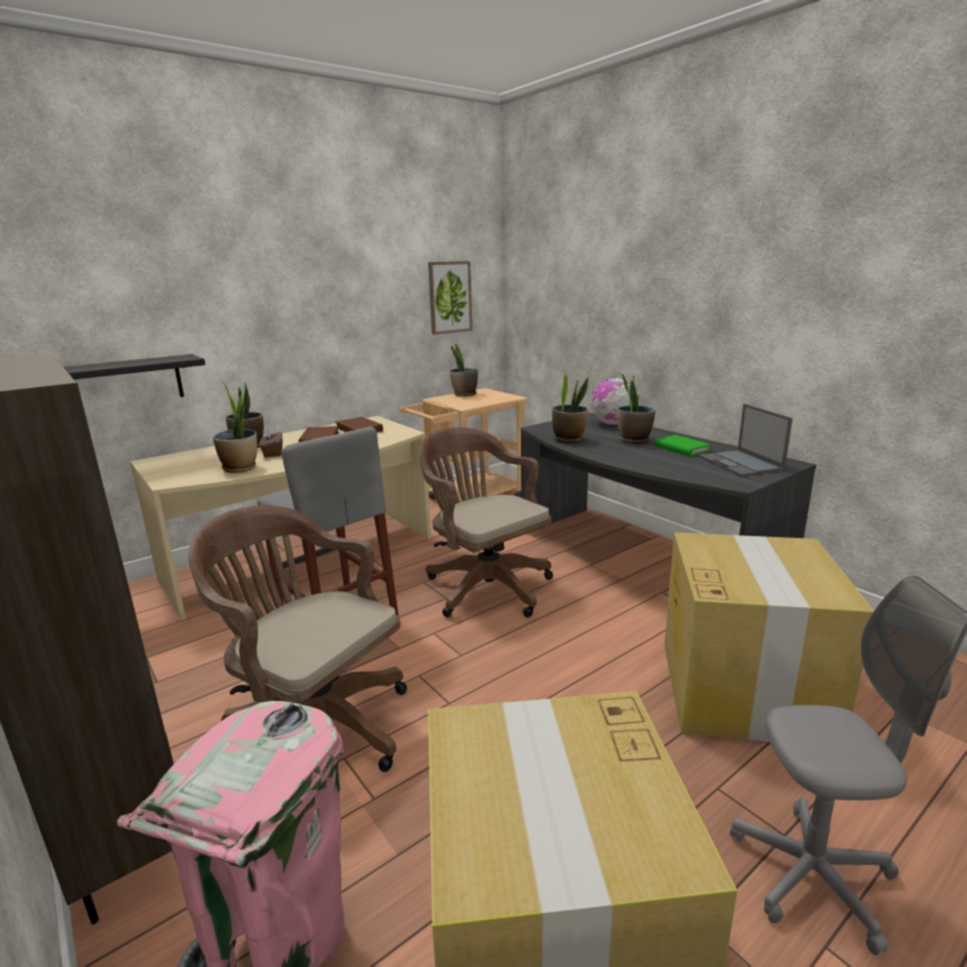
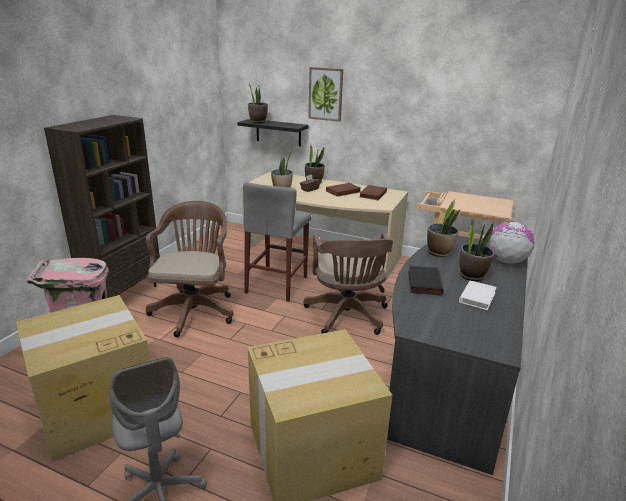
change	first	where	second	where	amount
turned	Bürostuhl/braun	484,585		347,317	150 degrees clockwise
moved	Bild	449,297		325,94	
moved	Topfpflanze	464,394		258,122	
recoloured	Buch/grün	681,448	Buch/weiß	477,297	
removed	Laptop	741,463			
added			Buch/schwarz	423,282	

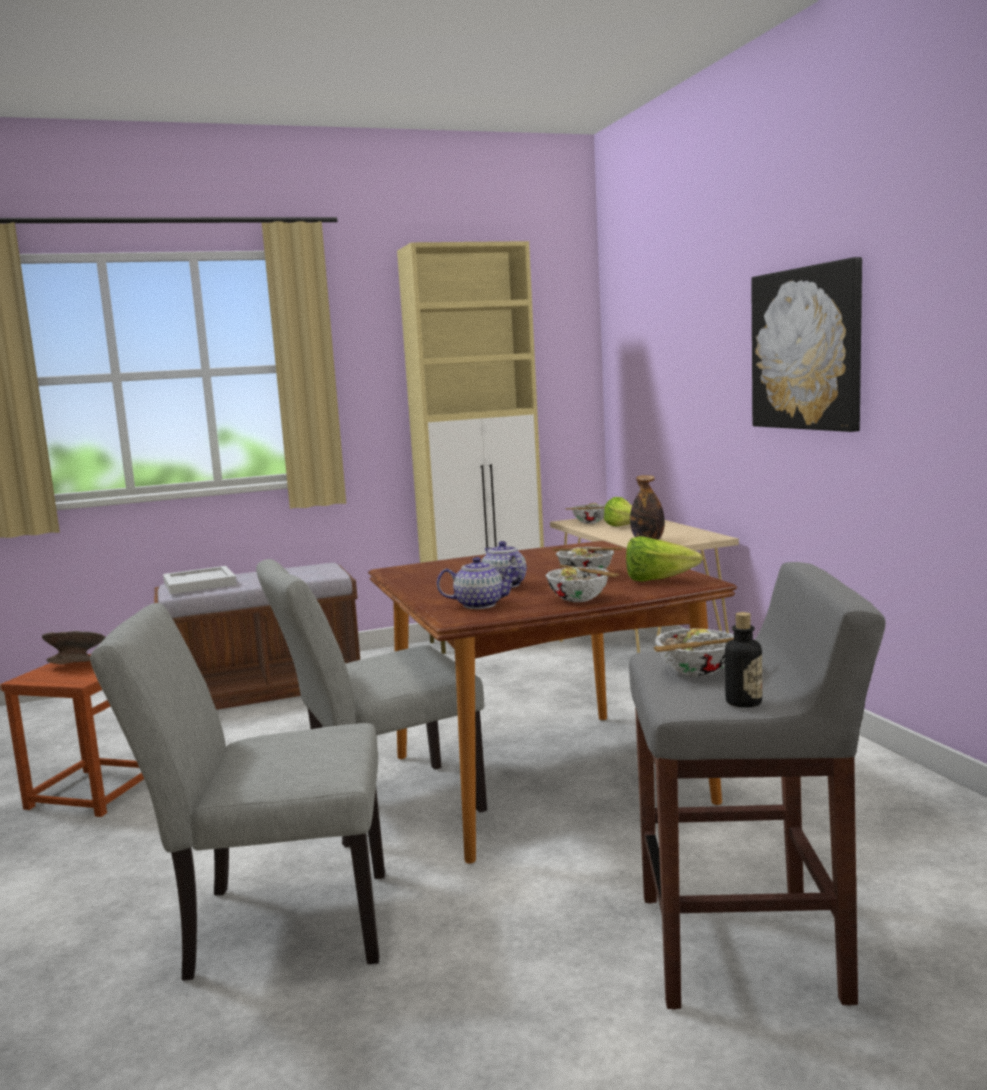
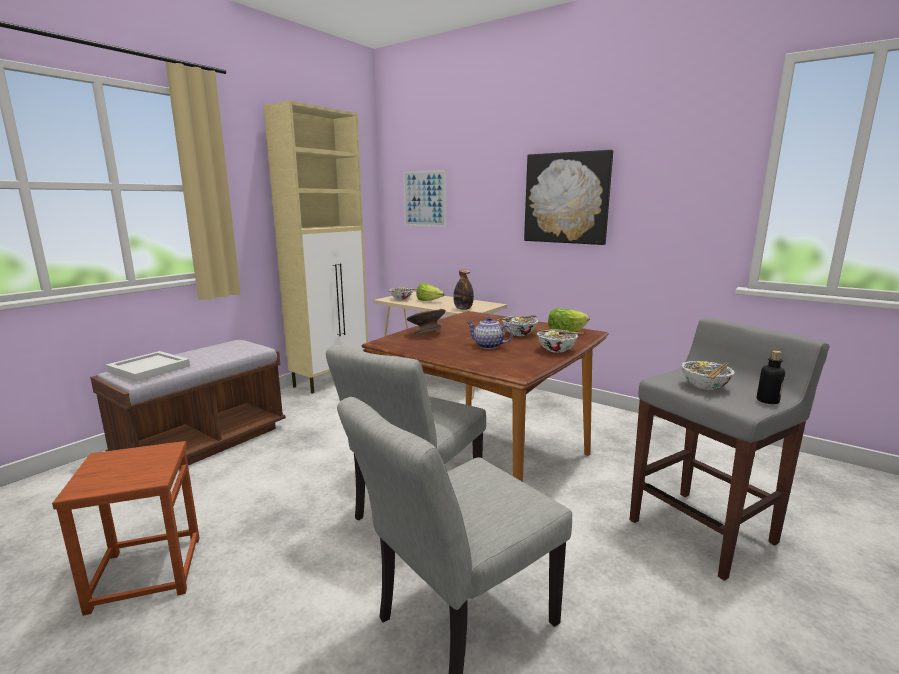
change	first	where	second	where	amount
moved	Schüssel/grau	76,664		426,333	
removed	Teekanne	479,604			
added			Bild	424,198	

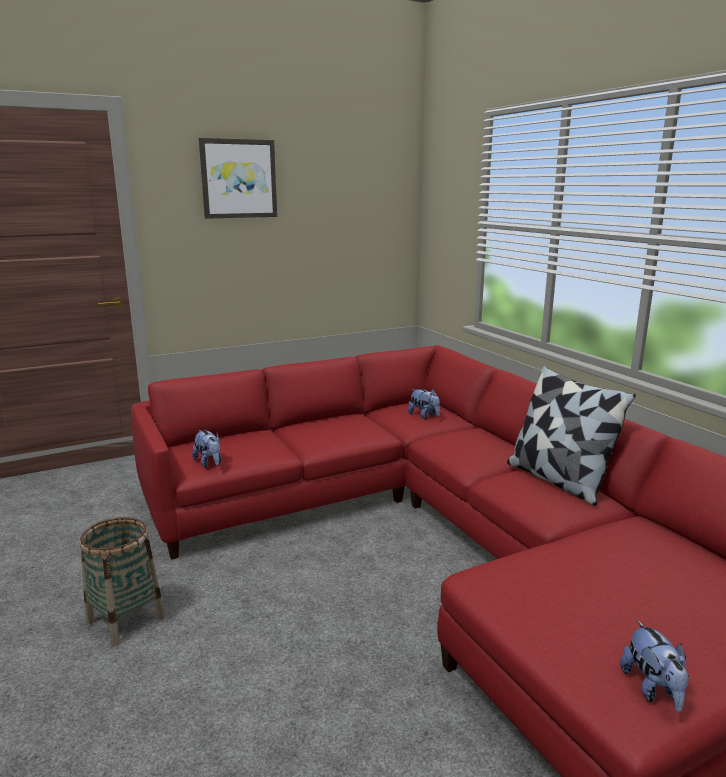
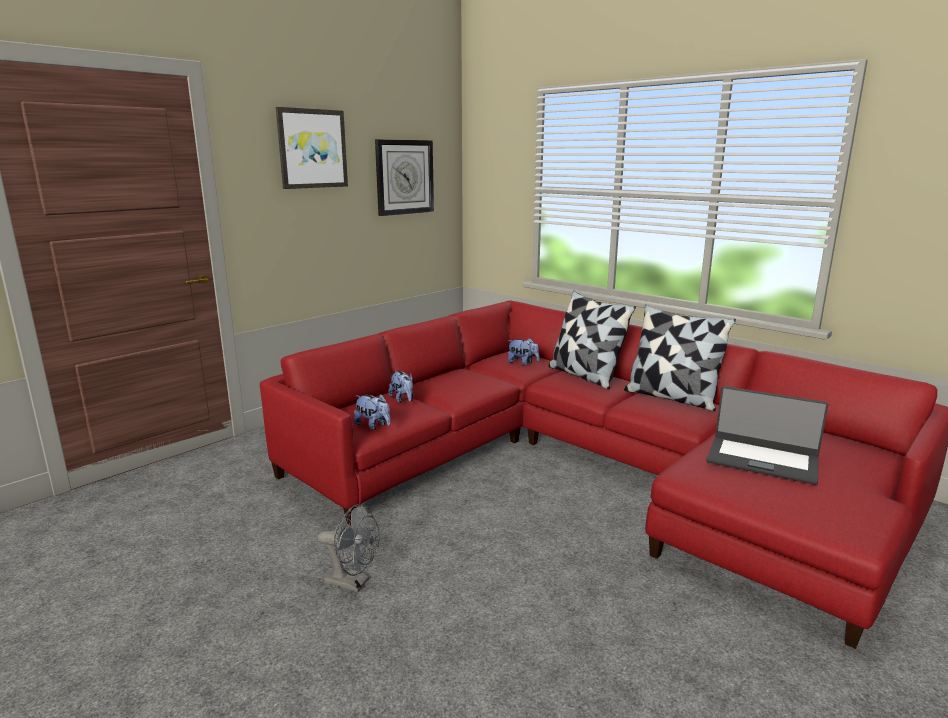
change	first	where	second	where	amount
replaced	Korb	125,619	Ventilator/grau	353,582	
moved	Plüschtier	653,689		403,400	
added			Wanduhr	404,177	
added			Kissen	585,375	
added			Laptop	762,460	

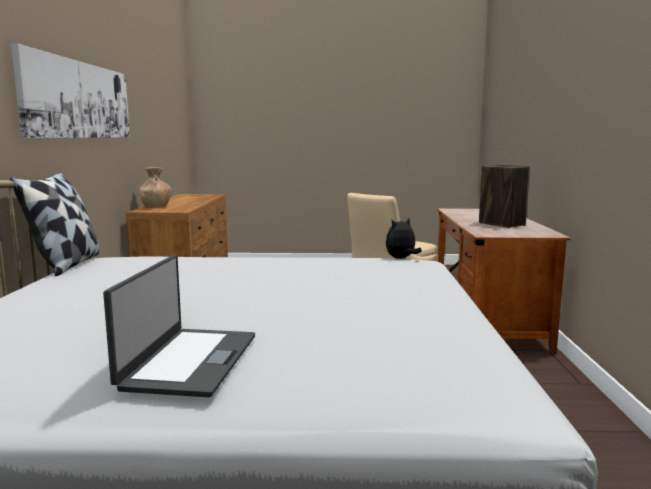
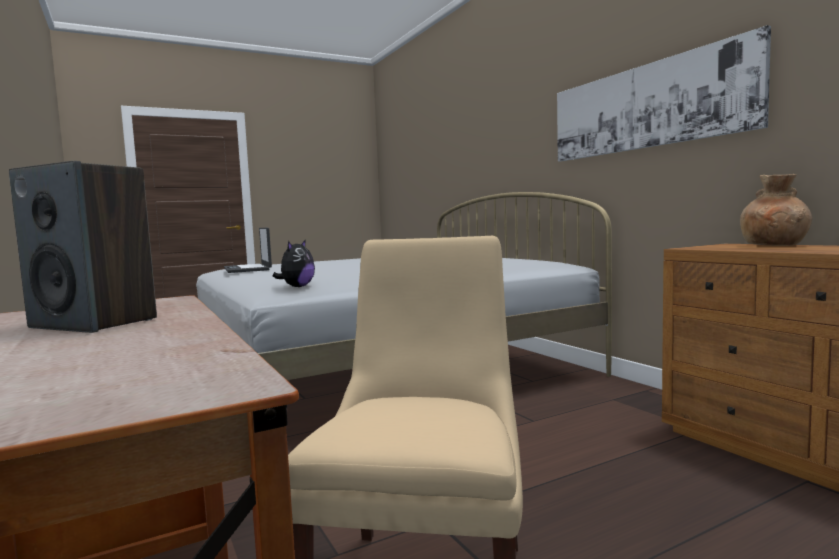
change	first	where	second	where	amount
removed	Kissen	67,265			
moved	Laptop	189,361		248,269	

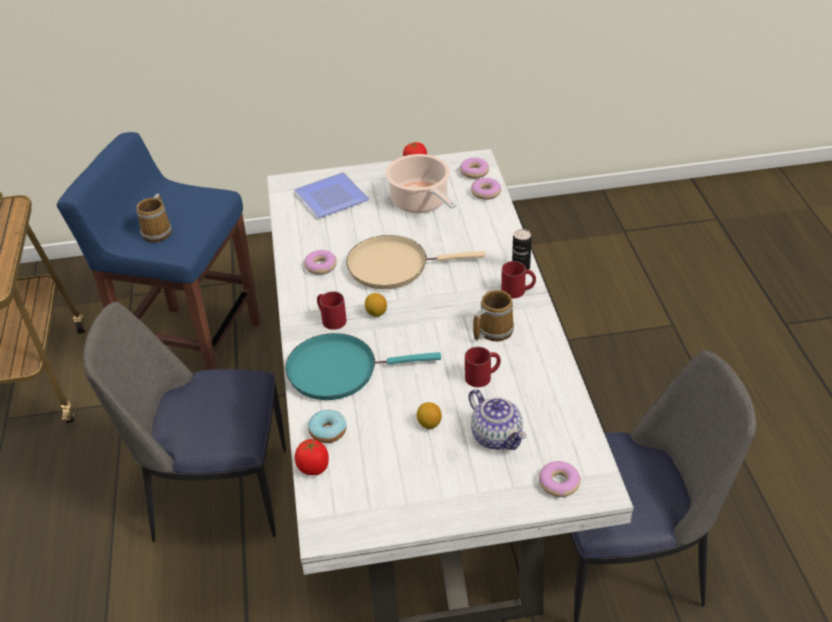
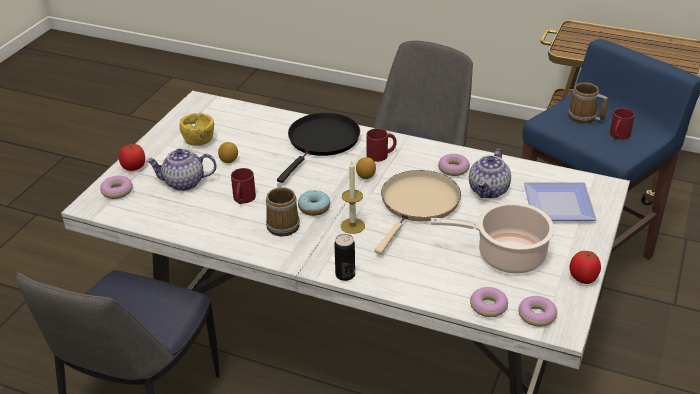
change	first	where	second	where	amount
recoloured	Pfanne/türkis	338,370	Pfanne/schwarz	322,142	
moved	Tomate	314,468		134,167	
moved	Donut	328,431		314,208	
moved	Henkelbecher/rot	518,290		618,136	
added			Schüssel/gelb	199,141	
added			Kerze	352,226	
added			Teekanne	489,190	

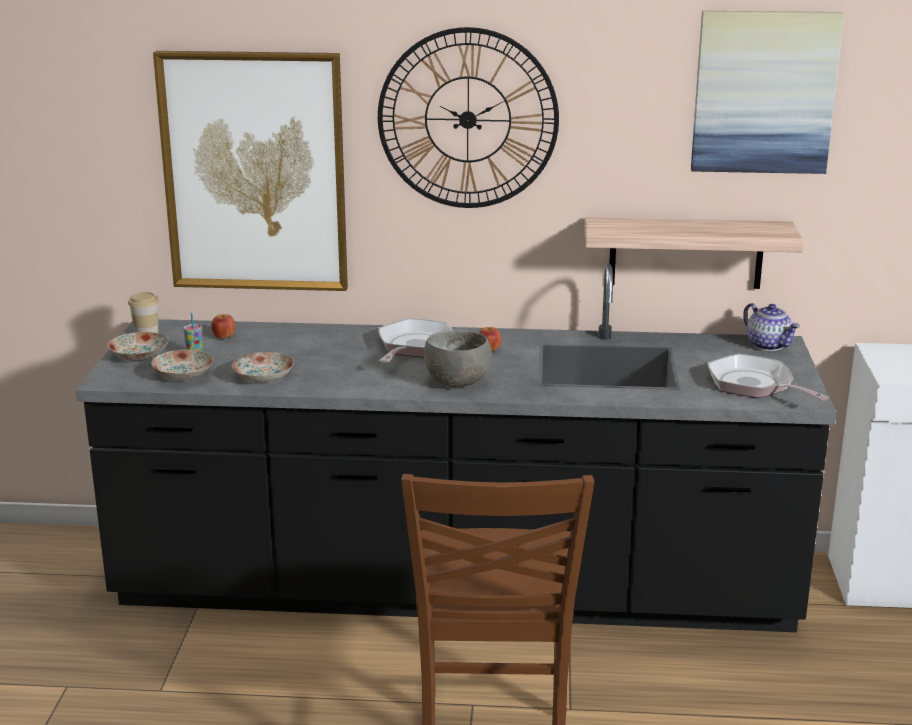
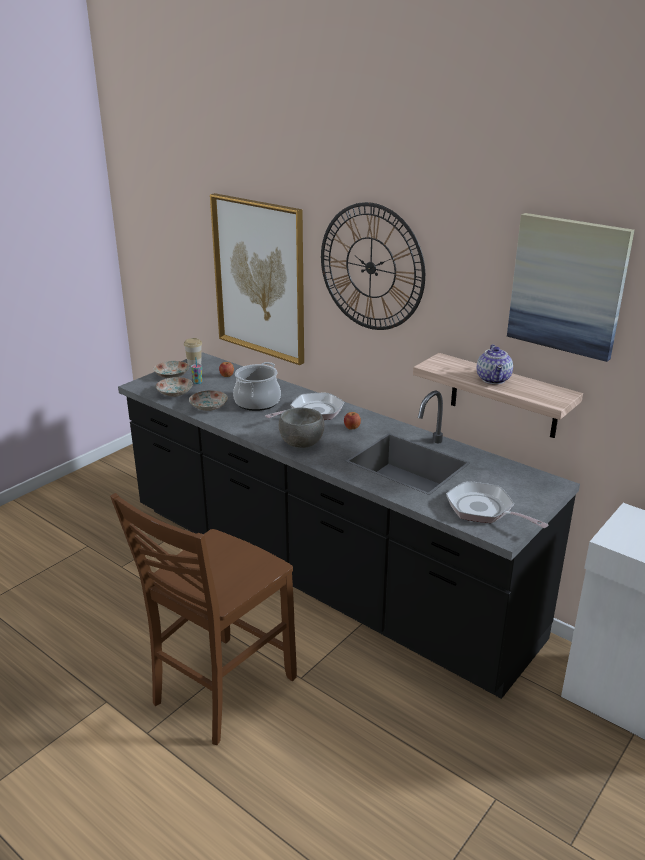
change	first	where	second	where	amount
turned	Pfanne	754,385		484,510	45 degrees counterclockwise
moved	Teekanne	769,345		494,379	
added			Kochtopf	257,402	

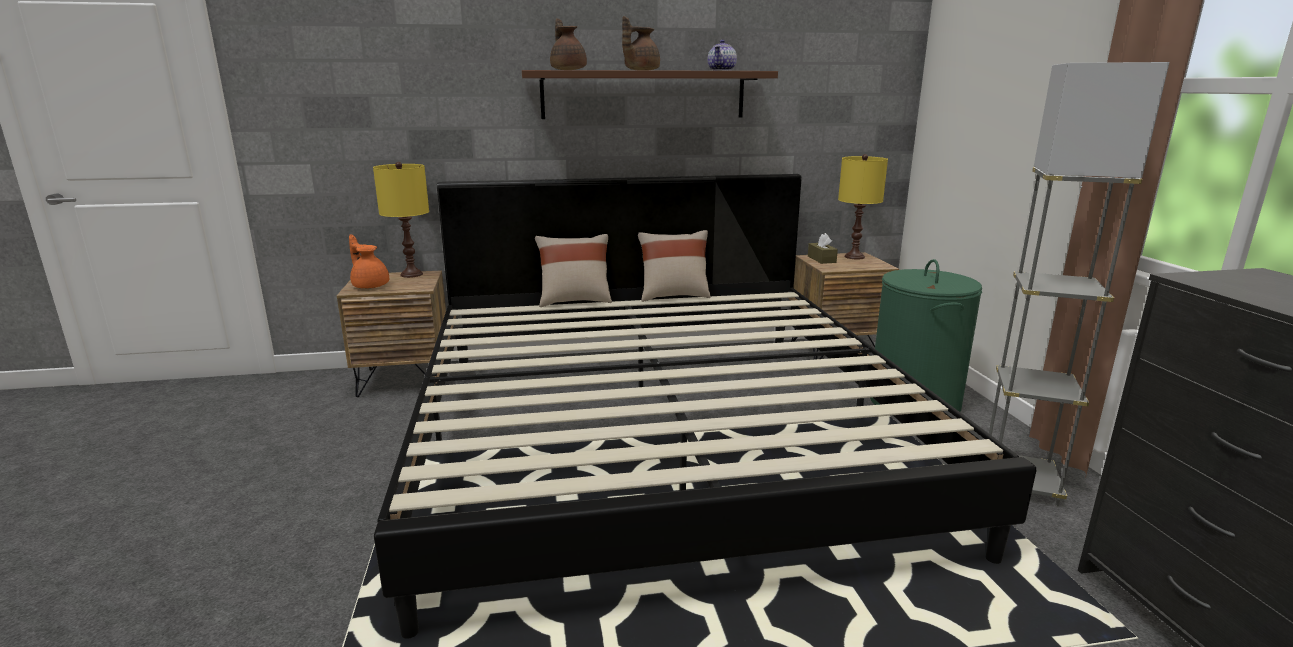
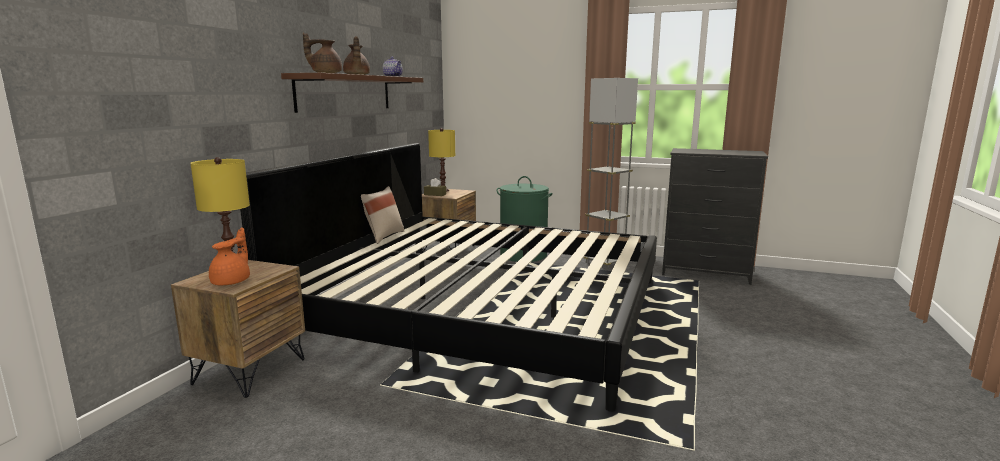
change	first	where	second	where	amount
turned	Teekanne/orange	370,285		232,281	120 degrees clockwise
removed	Kissen/beige	574,301			

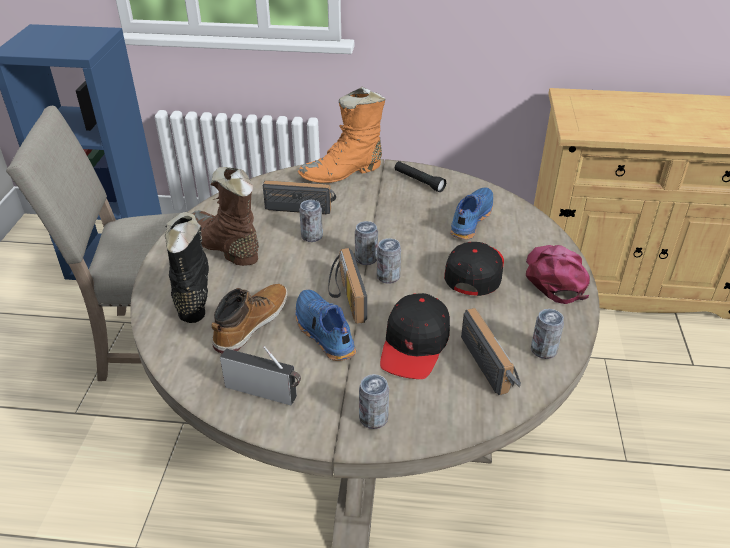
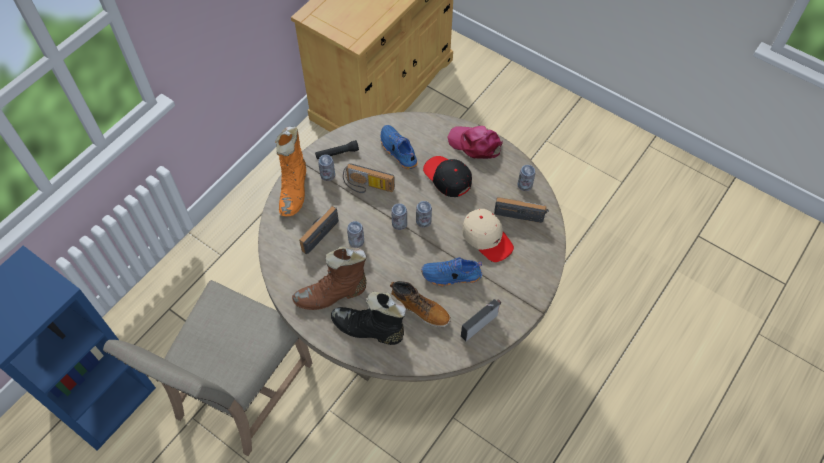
change	first	where	second	where	amount
turned	Stiefel	251,323		420,309	150 degrees clockwise
moved	Radio	344,297		367,187	
moved	Dose	373,418		327,175	
recoloured	Kappe/schwarz	414,345	Kappe/beige	487,238	

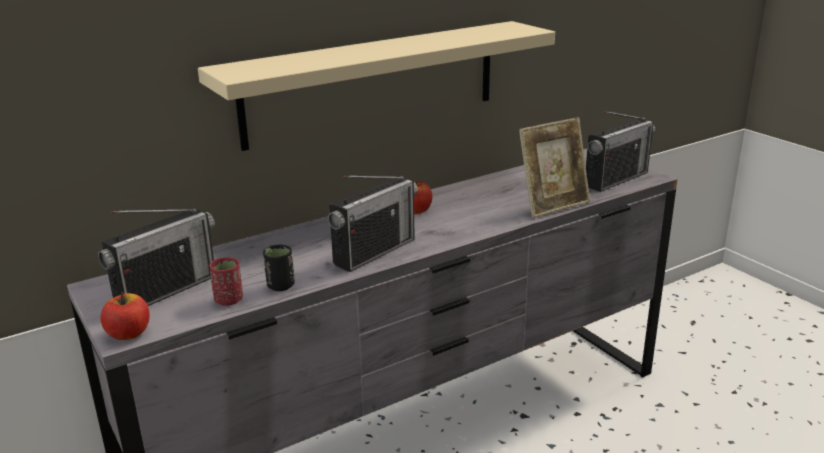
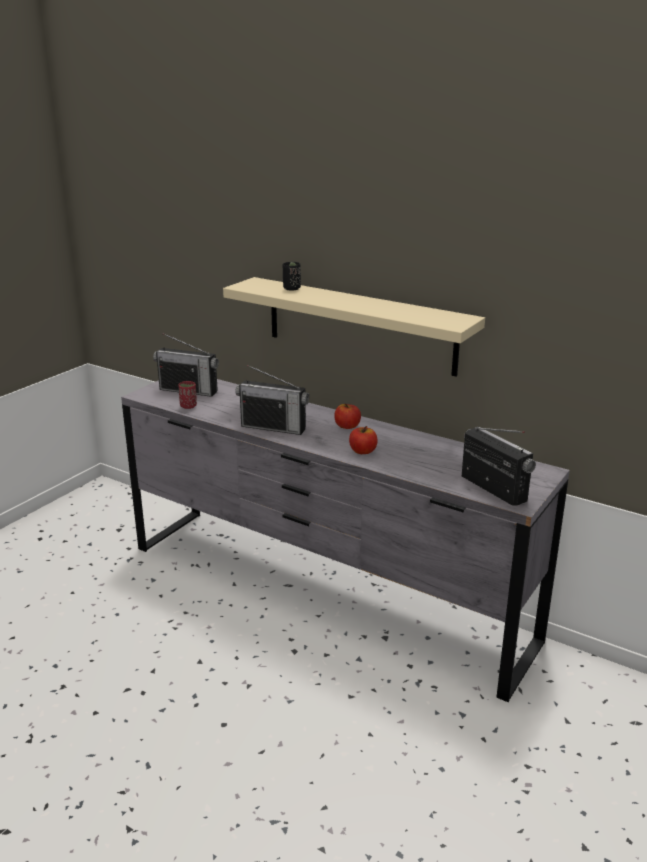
change	first	where	second	where	amount
moved	Apfel	129,333		363,451	
moved	Tasse/schwarz	280,286		291,288	
removed	Bilderrahmen	553,205			
turned	Radio	616,179		493,489	150 degrees counterclockwise

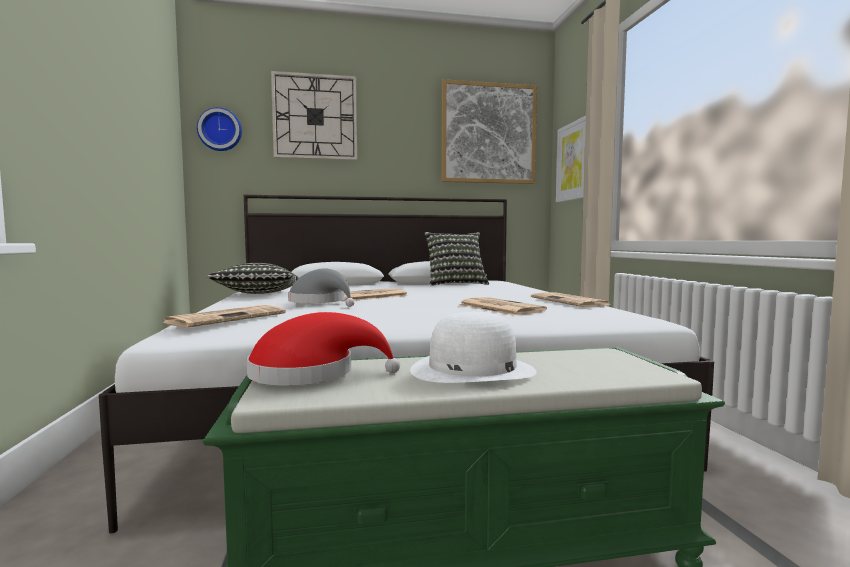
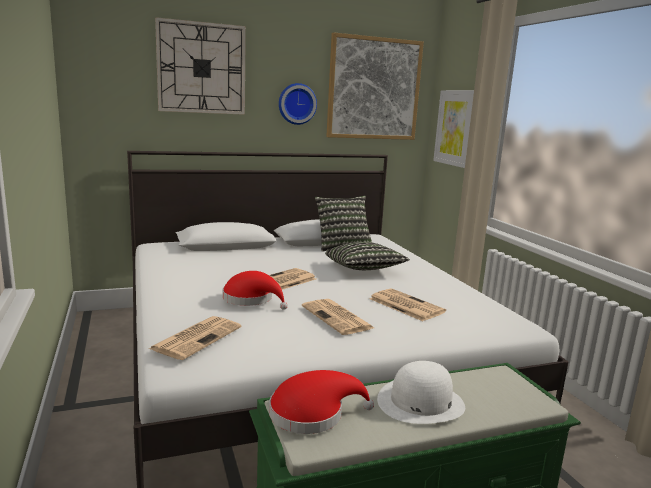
change	first	where	second	where	amount
moved	Wanduhr	220,130		296,104	
moved	Kissen	258,294		364,270	
recoloured	Hut/grau	321,302	Hut/rot	251,299	
moved	Zeitung	570,301		338,318	

